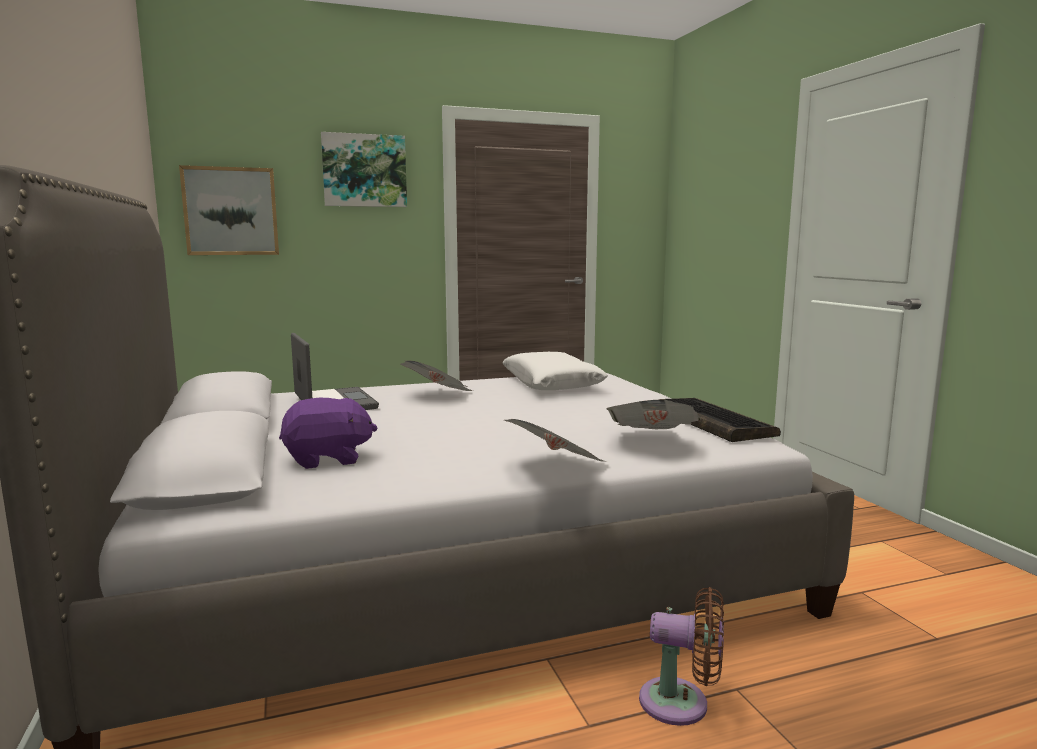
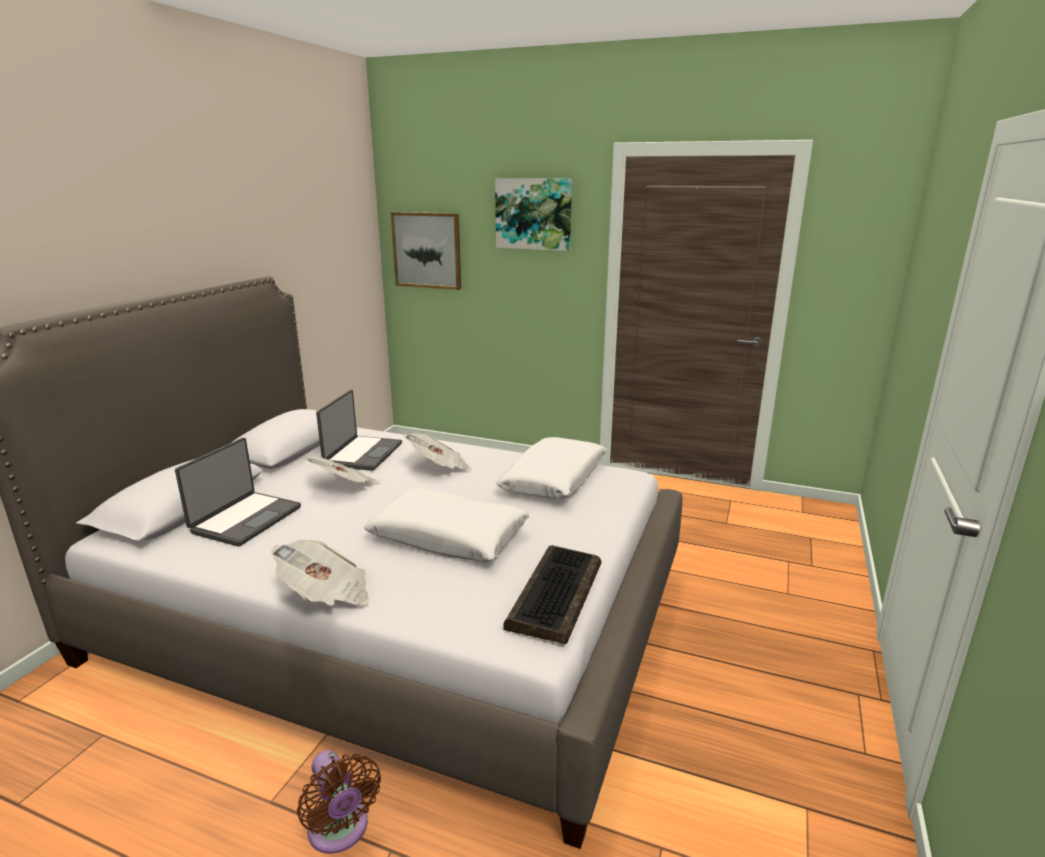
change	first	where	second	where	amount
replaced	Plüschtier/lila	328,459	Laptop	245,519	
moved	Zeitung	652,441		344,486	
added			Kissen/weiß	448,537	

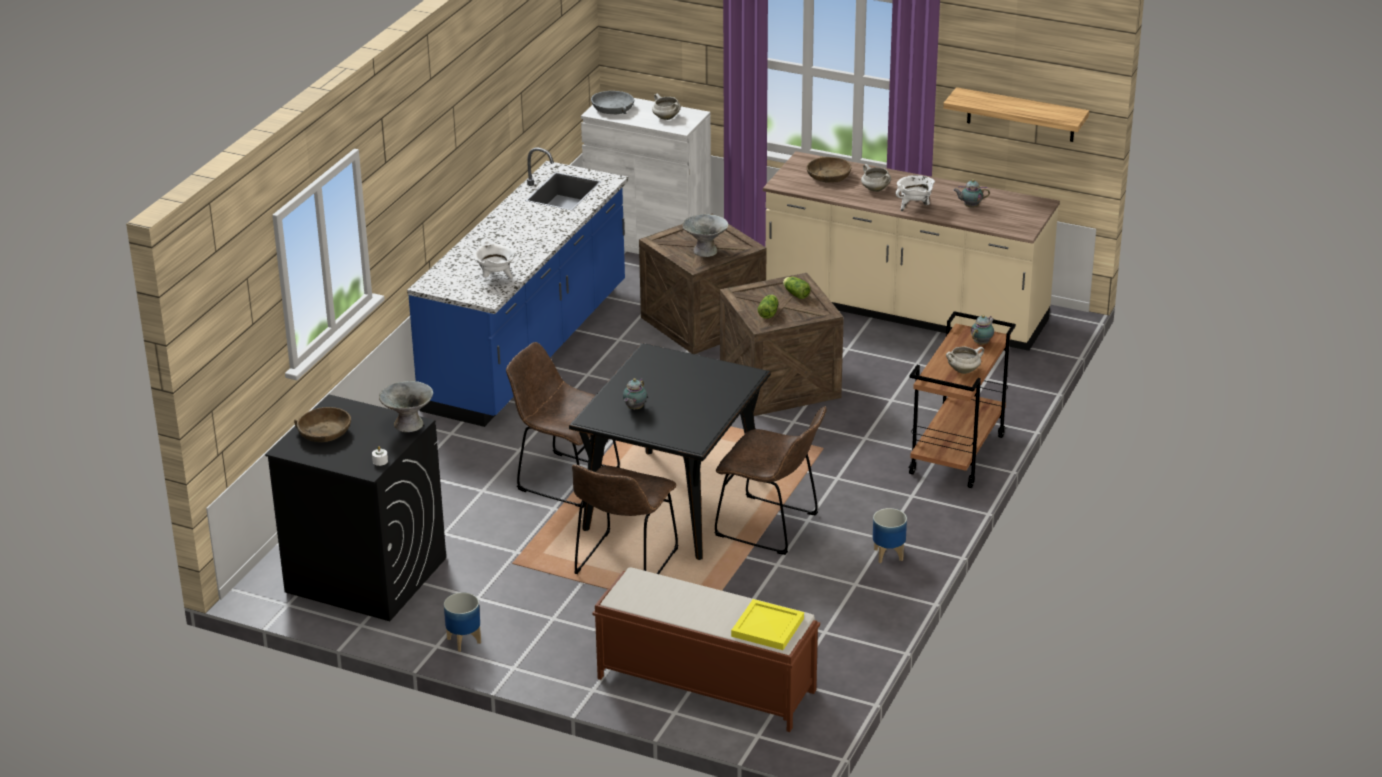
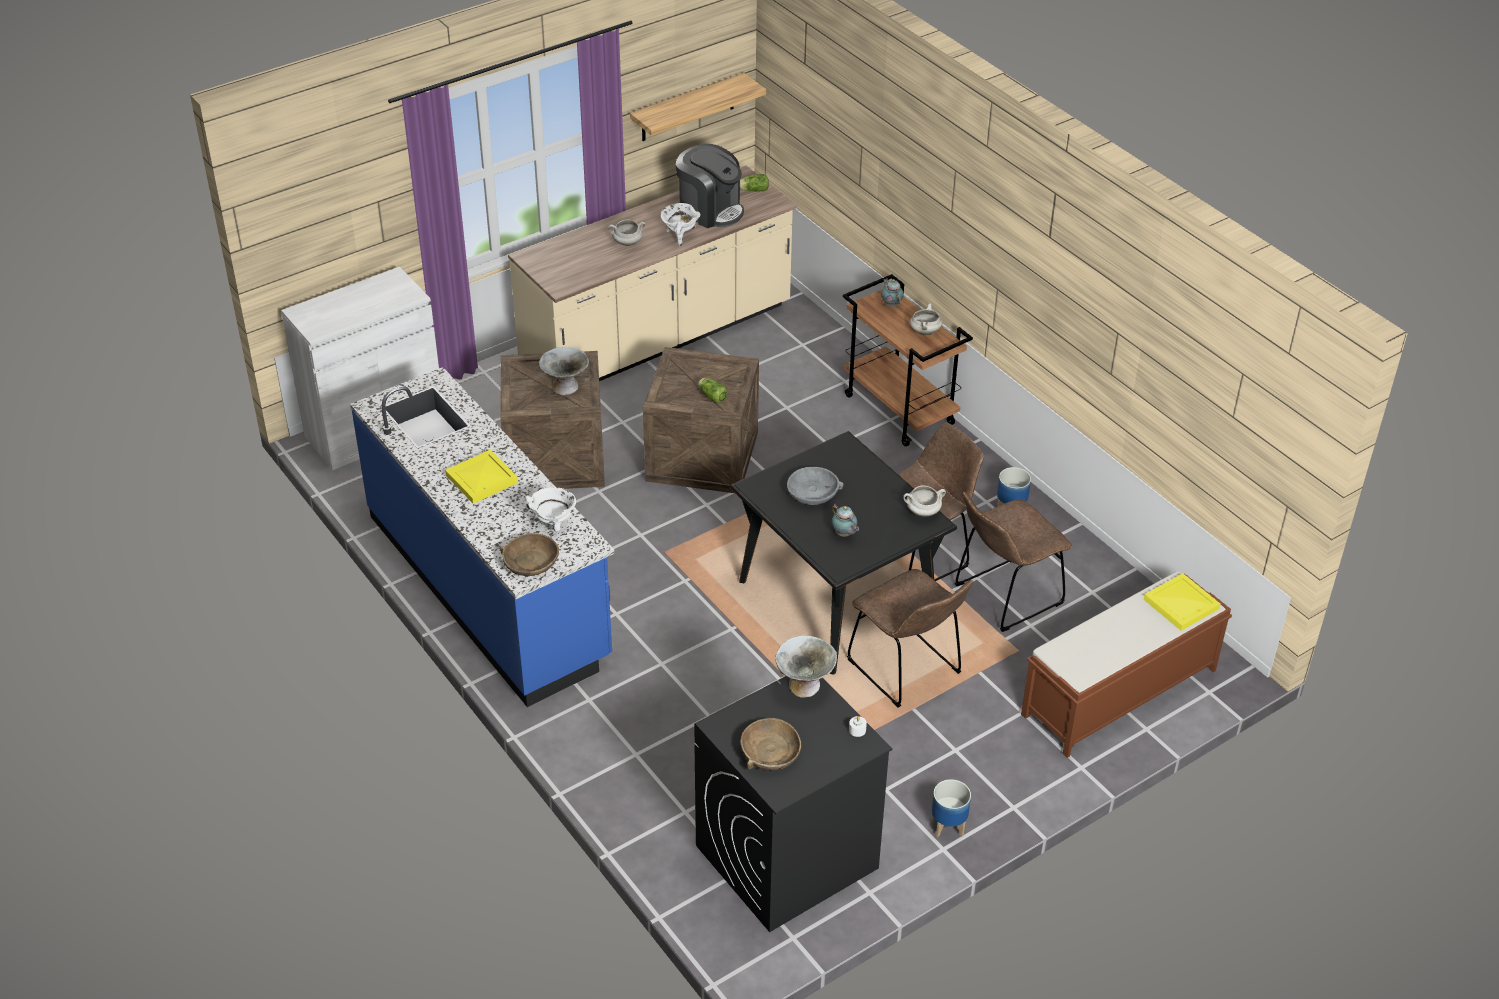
change	first	where	second	where	amount
moved	Stuhl/braun	563,479		1004,597	
moved	Schüssel/grau	613,109		813,493	
moved	Kochtopf/weiß	665,118		922,512	
moved	Salatkopf	795,293		753,190	
moved	Schüssel/braun	828,176		530,562	
replaced	Teekanne	970,207	Kaffeemaschine	710,210	
added			Tablett/gelb	483,479	

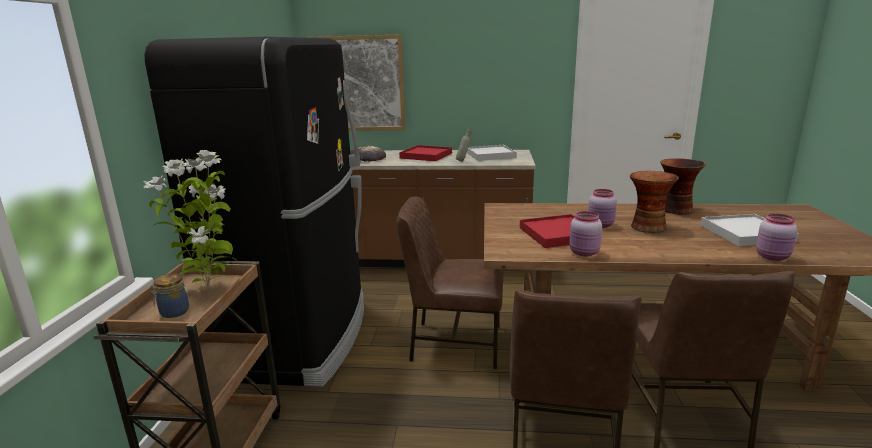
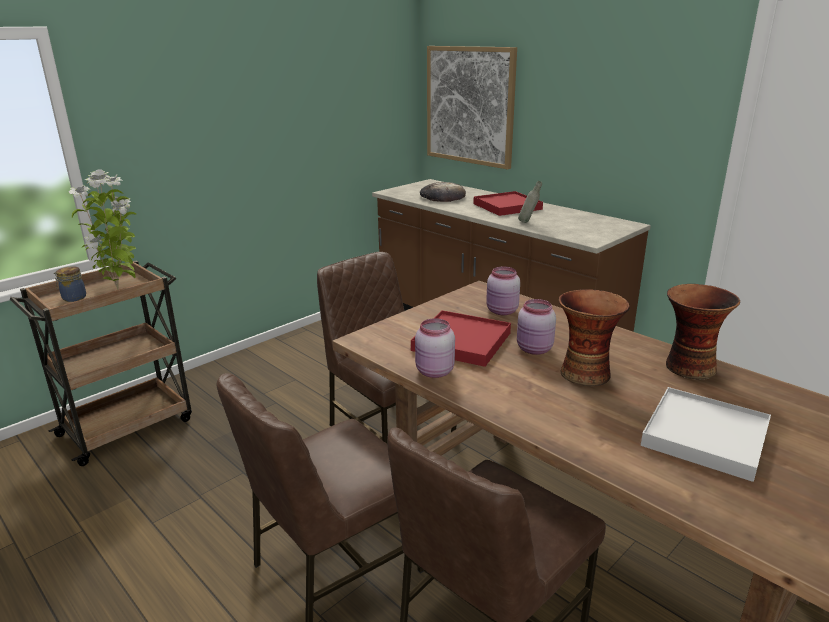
change	first	where	second	where	amount
removed	Kühlschrank/schwarz	300,337			
removed	Tablett/weiß	490,155			
moved	Vorratsglas/rosa	773,257		502,311	

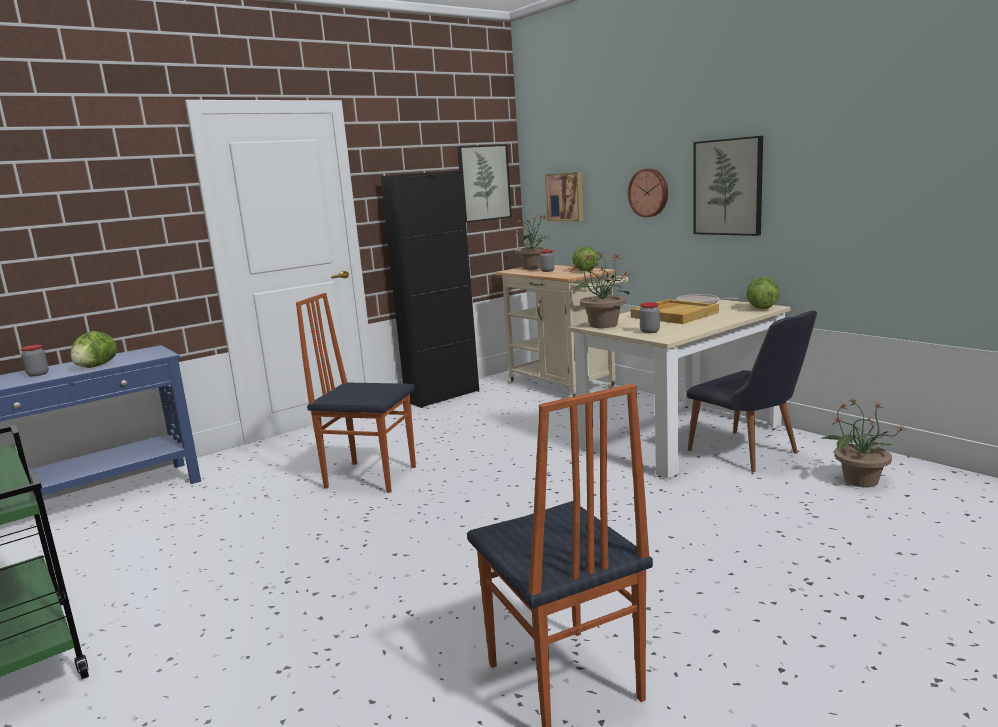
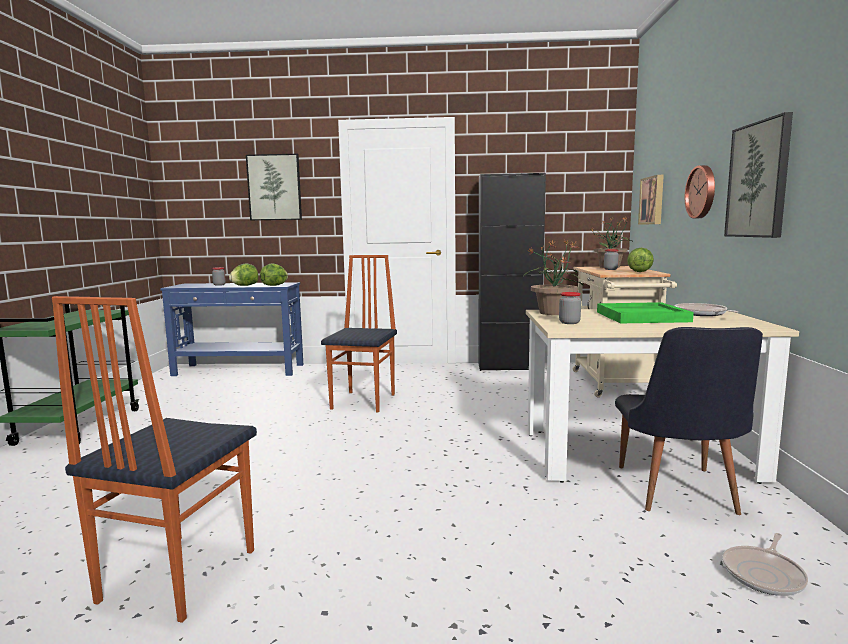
change	first	where	second	where	amount
turned	Stuhl	370,476		365,401	45 degrees clockwise
moved	Bild	483,183		274,187	
recoloured	Tablett/beige	674,315	Tablett/grün	642,316	
moved	Salatkopf	761,308		275,285	
replaced	Topfpflanze	859,480	Pfanne	764,574	

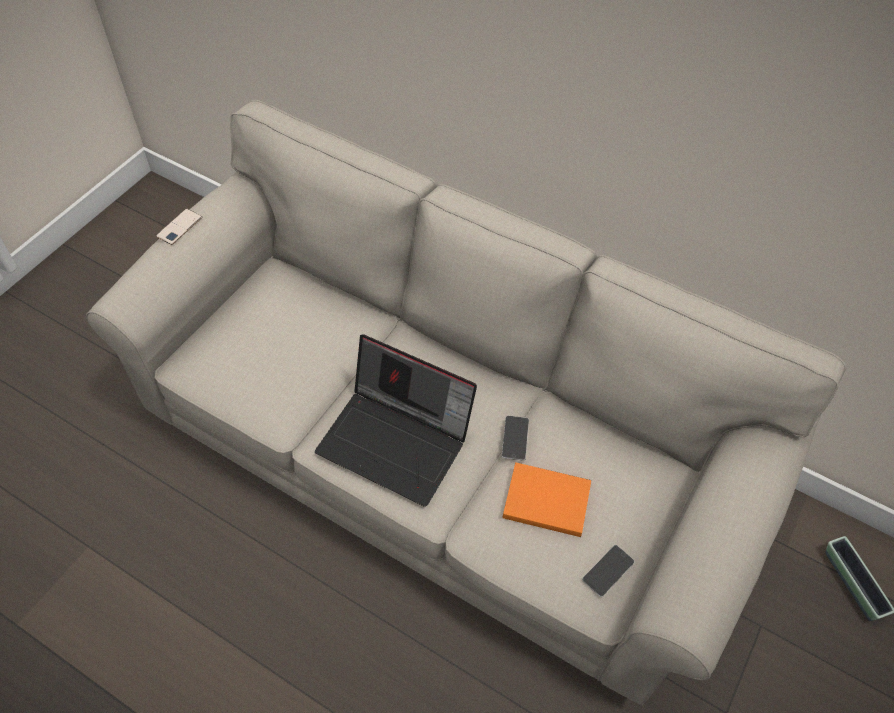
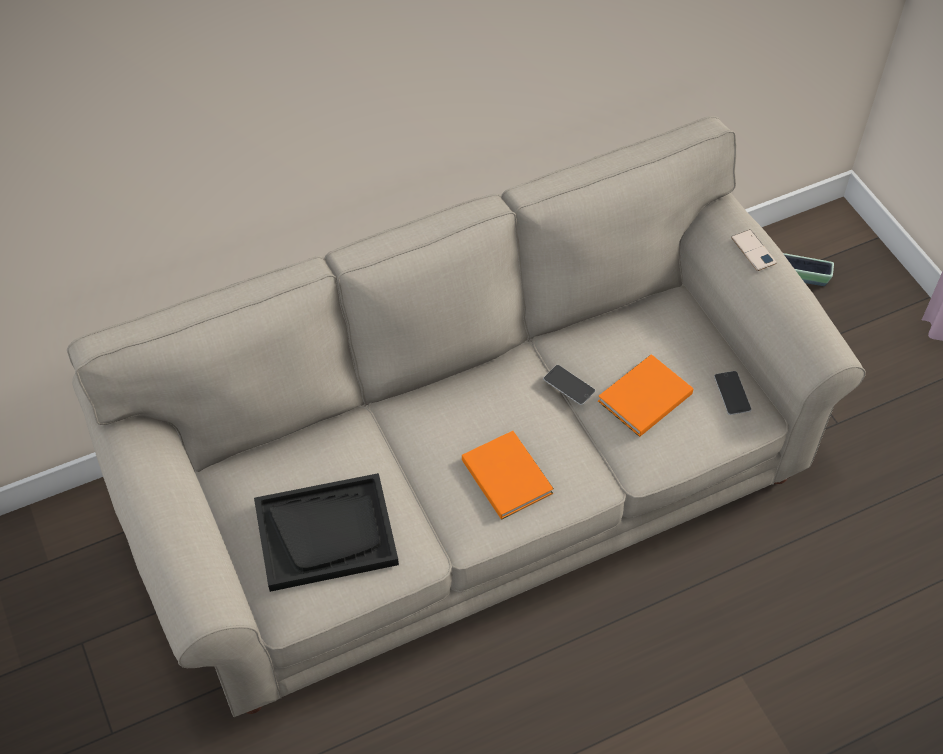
change	first	where	second	where	amount
moved	Handy	179,227		753,250	
replaced	Laptop	397,441	Buch/orange	507,474	
added			Tablett/schwarz	326,533	

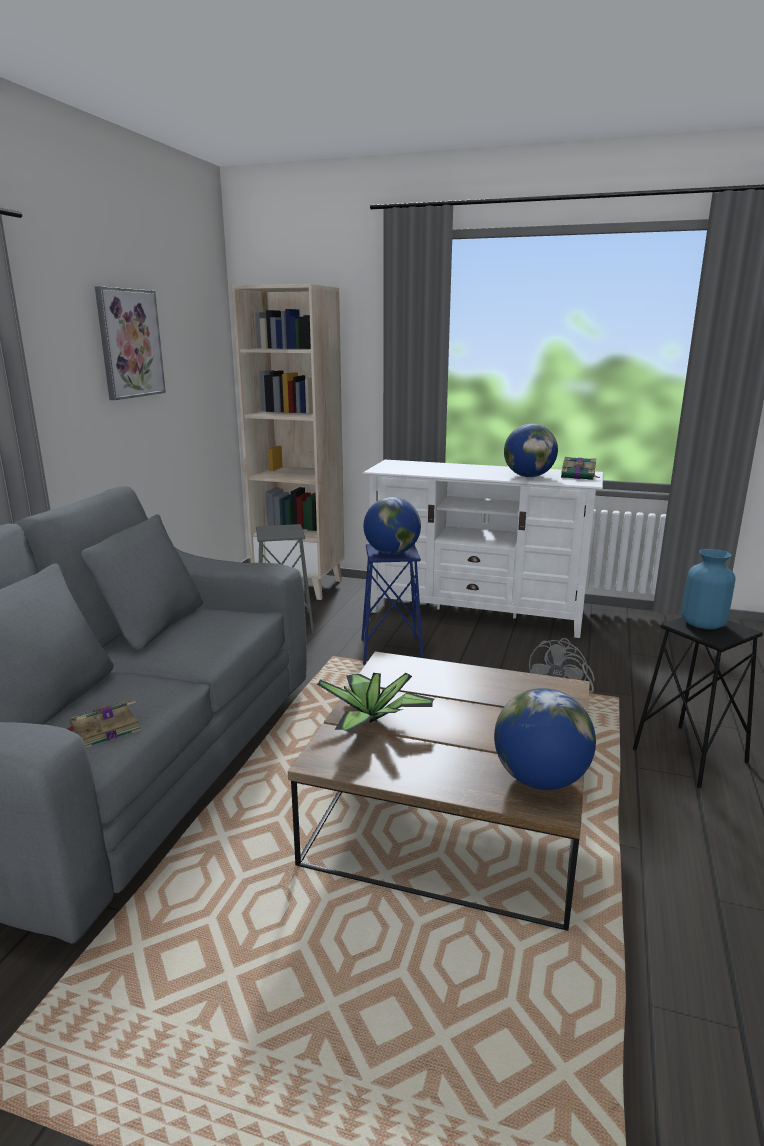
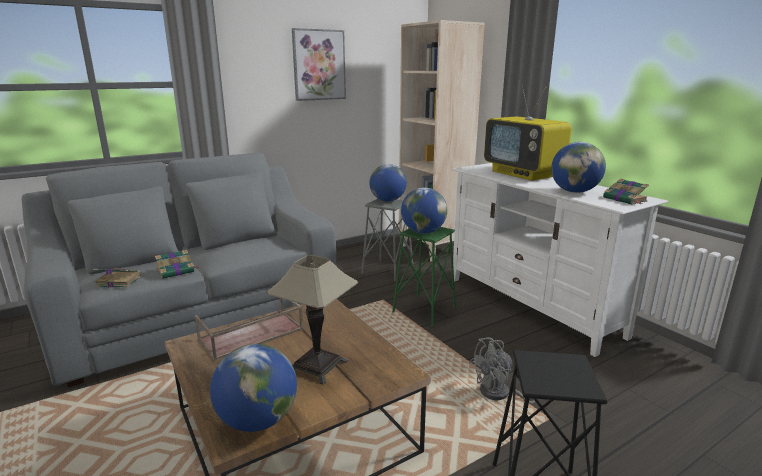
change	first	where	second	where	amount
replaced	Topfpflanze	373,720	Tablett/braun	251,335	
recoloured	Hocker/blau	390,651	Hocker/grün	424,310	
removed	Vase/blau	703,624			
added			Buch	176,271	
added			Tischlampe	317,366	
added			Globus	388,200	
added			Fernseher	523,174	

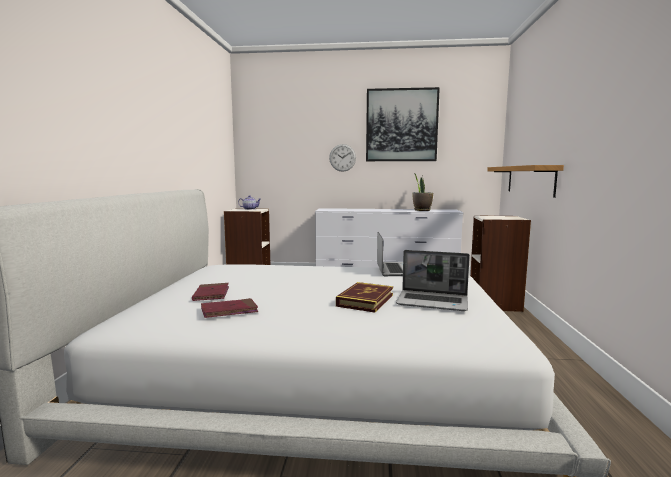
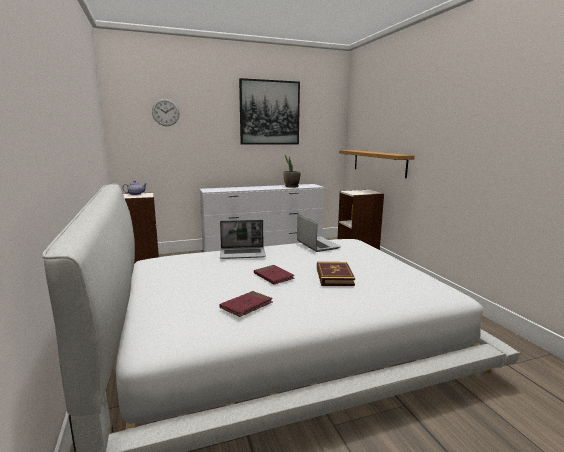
change	first	where	second	where	amount
moved	Buch/rot	211,294		273,276	
moved	Wanduhr	342,157		165,112	
moved	Laptop	433,302		243,254	

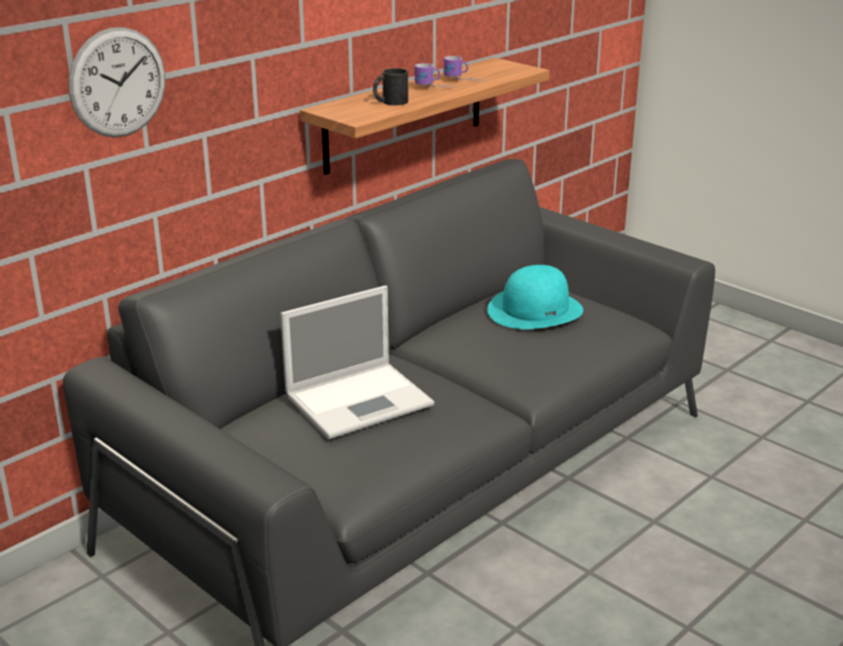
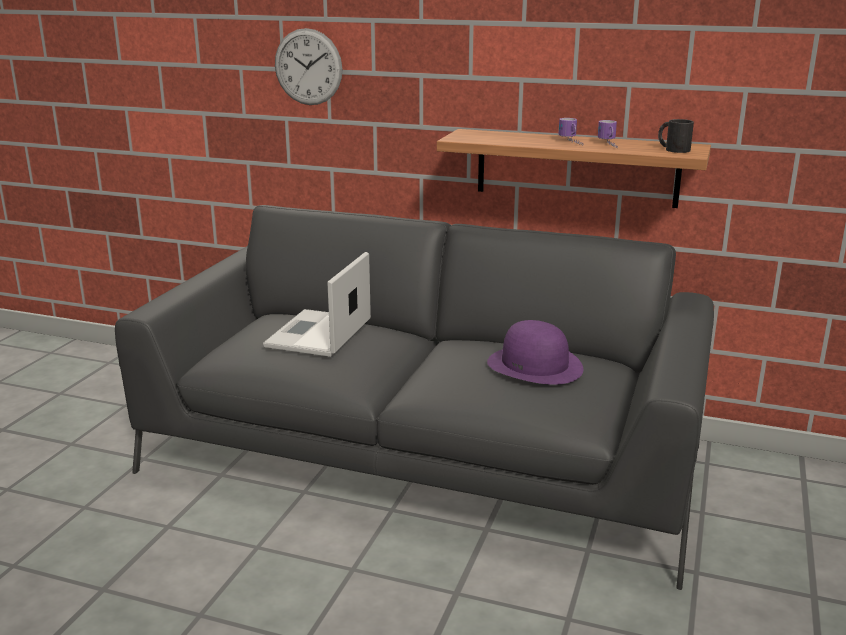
change	first	where	second	where	amount
turned	Laptop	361,399		318,335	75 degrees clockwise
moved	Henkelbecher/schwarz	390,102		673,149	
recoloured	Hut/türkis	535,310	Hut/lila	535,365	

